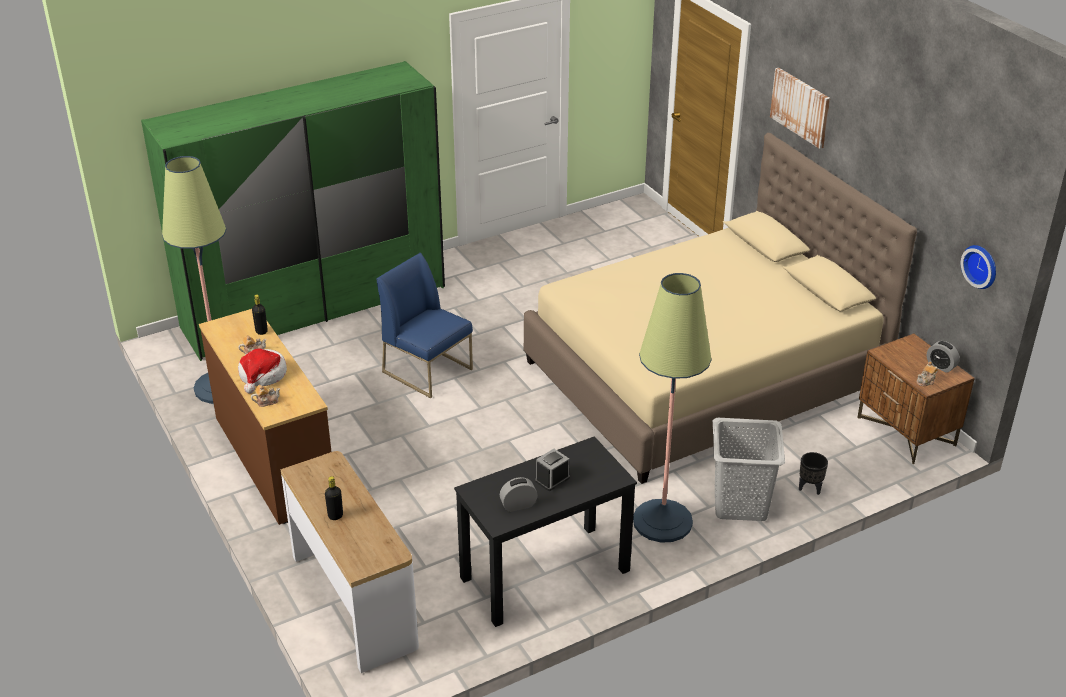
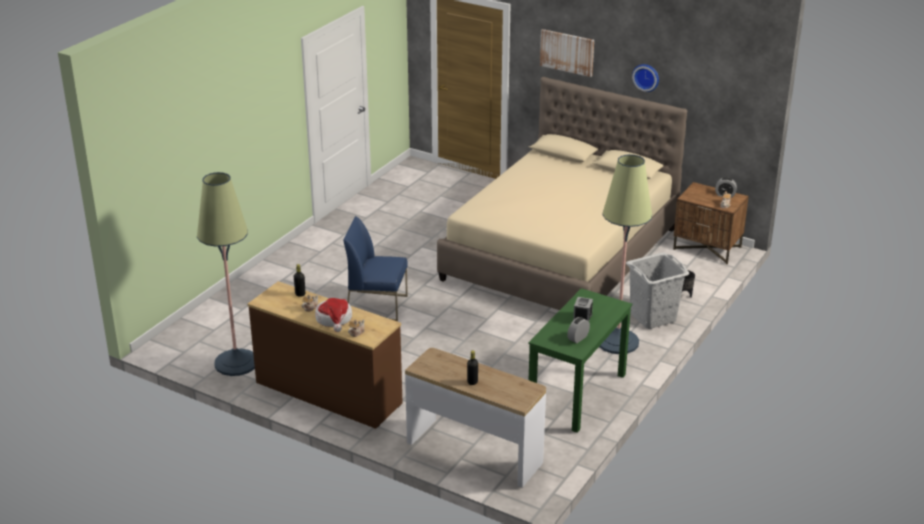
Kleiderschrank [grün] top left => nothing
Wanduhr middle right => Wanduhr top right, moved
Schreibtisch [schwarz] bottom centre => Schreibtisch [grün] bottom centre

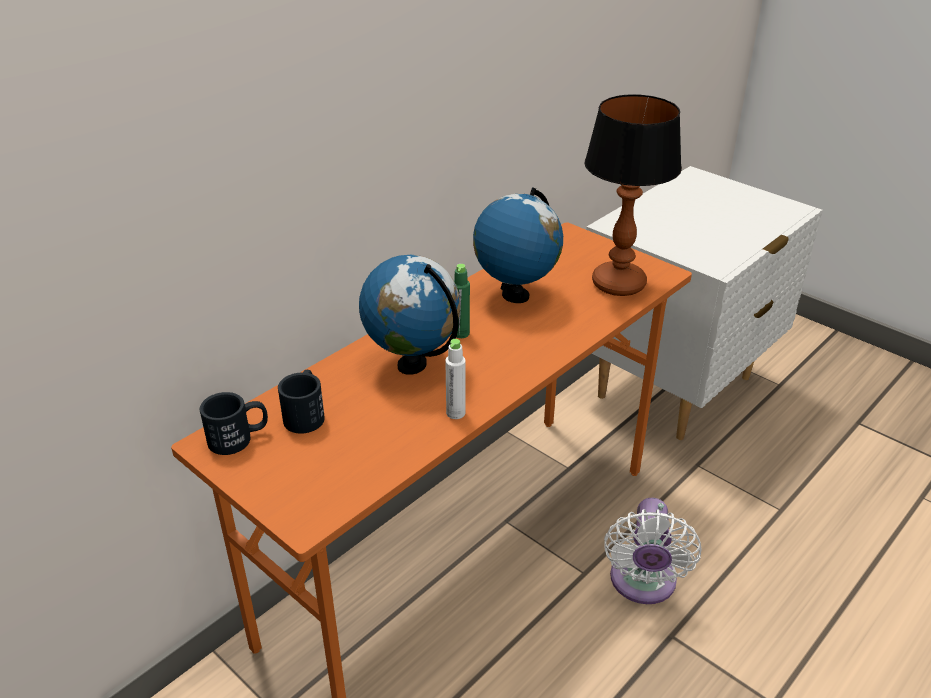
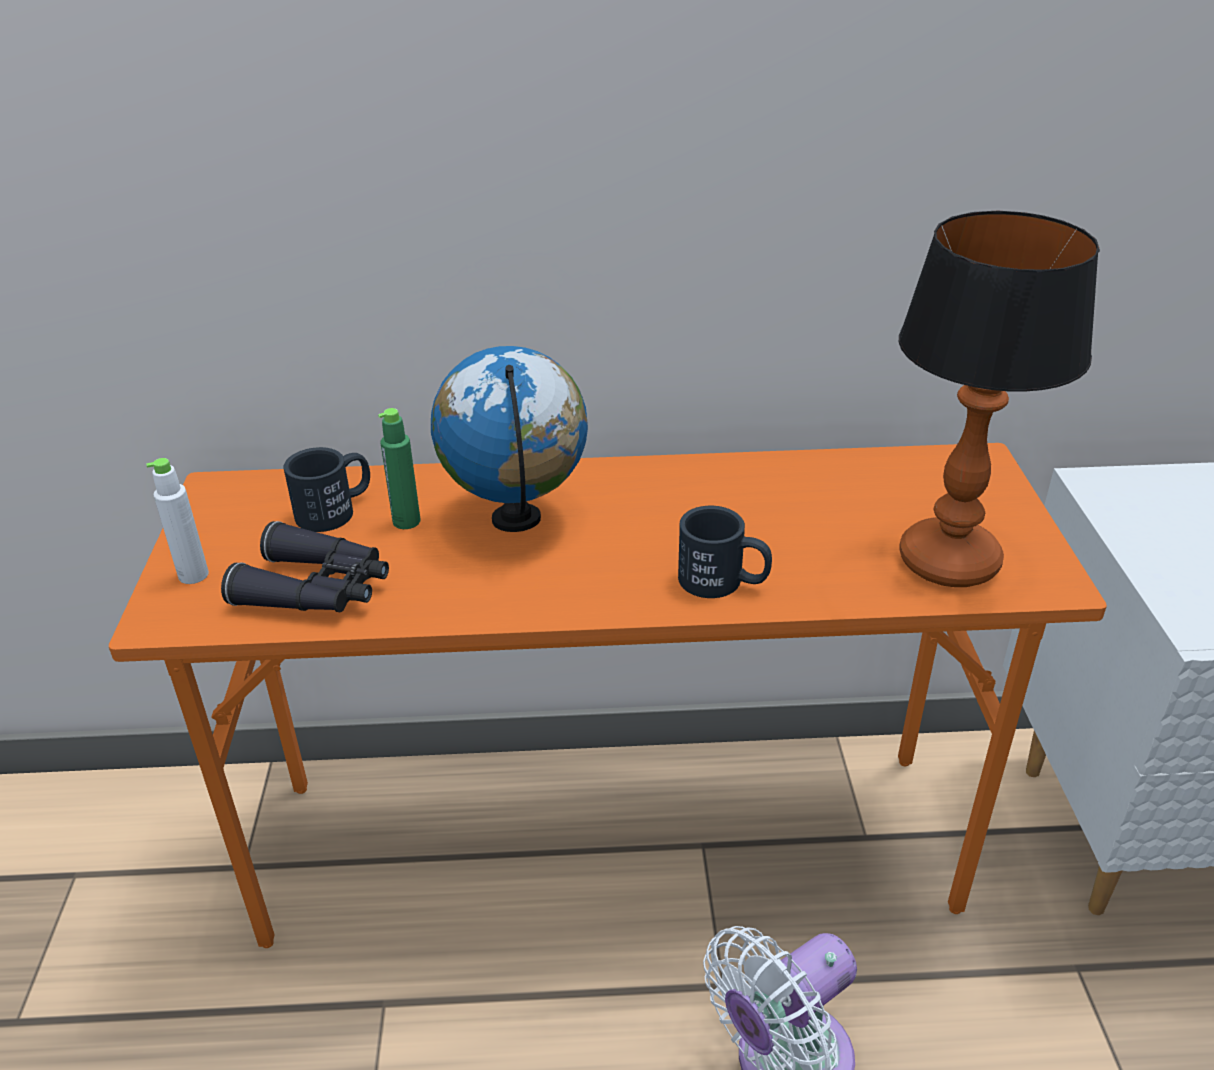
Globus (2nd from left) centre => nothing
nothing => Fernglas [schwarz] middle left
Henkelbecher [schwarz] (1st from left in the first image) middle left => Henkelbecher [schwarz] (2nd from left) centre, moved
Flasche [weiß] centre => Flasche [weiß] middle left, moved
Flasche [grün] centre => Flasche [grün] middle left, moved

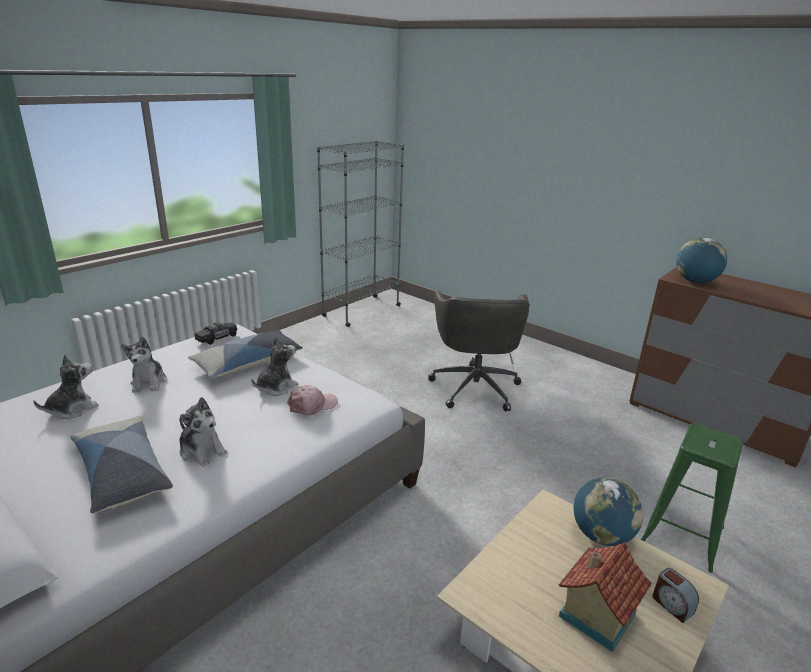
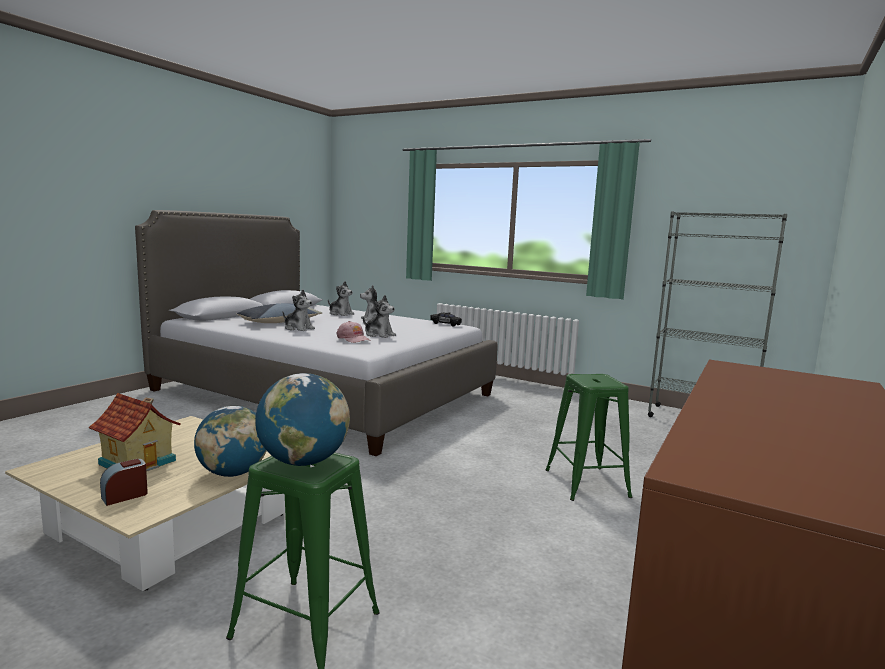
Kissen (2nd from left) middle left => nothing
Globus (2nd from left) middle right => Globus (2nd from left) centre, moved
Bürostuhl [grau] centre => Hocker [grün] (2nd from left) centre
Plüschtier (3rd from left in the first image) middle left => Plüschtier (1st from left) centre, 90 degrees counterclockwise

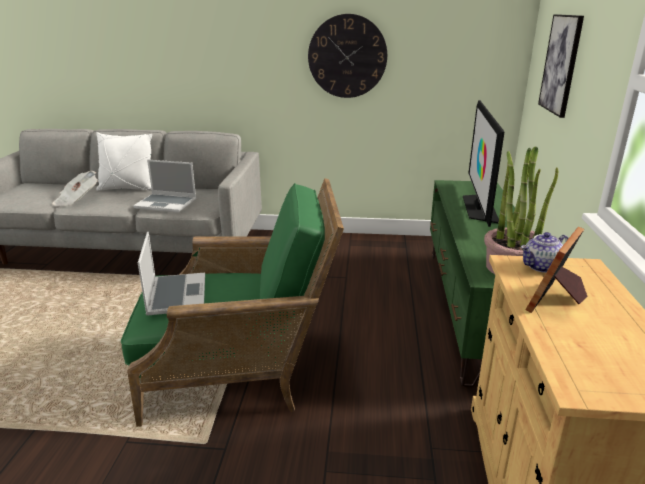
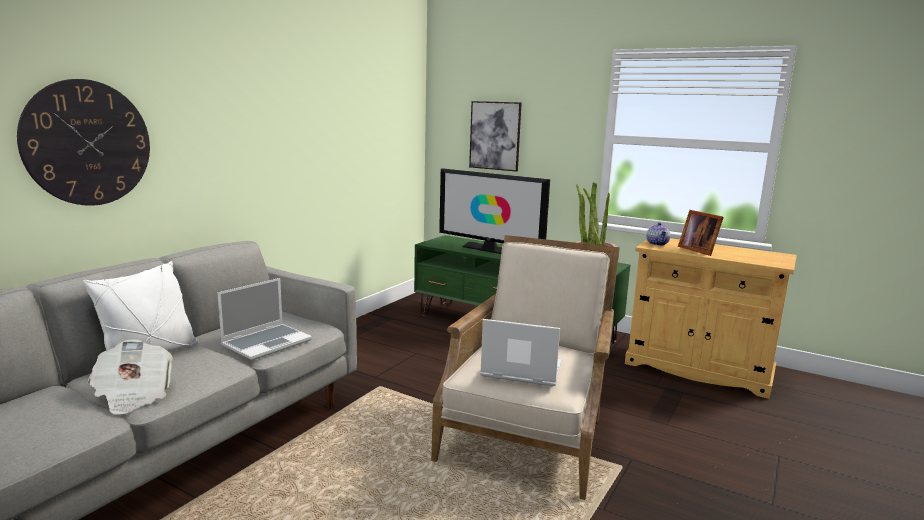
Wanduhr top centre => Wanduhr top left, moved
Sessel [grün] centre => Sessel [beige] bottom centre

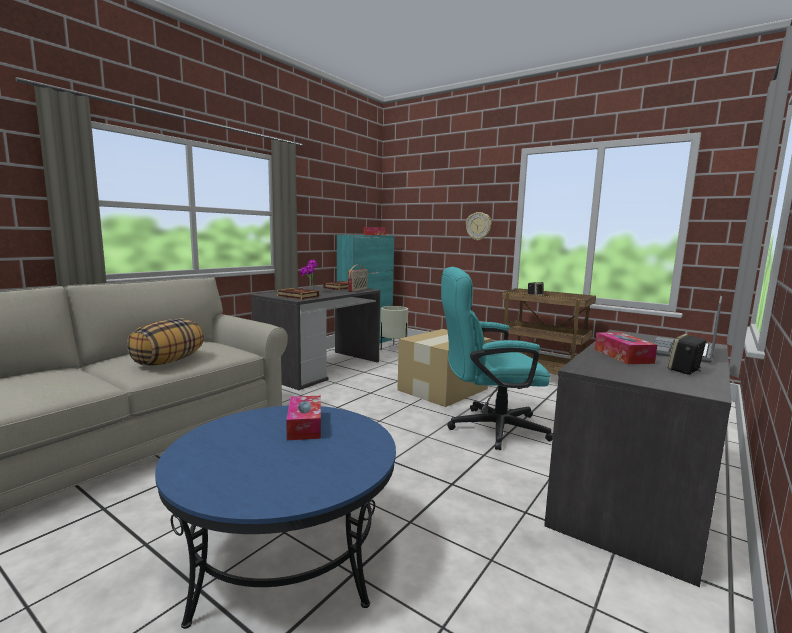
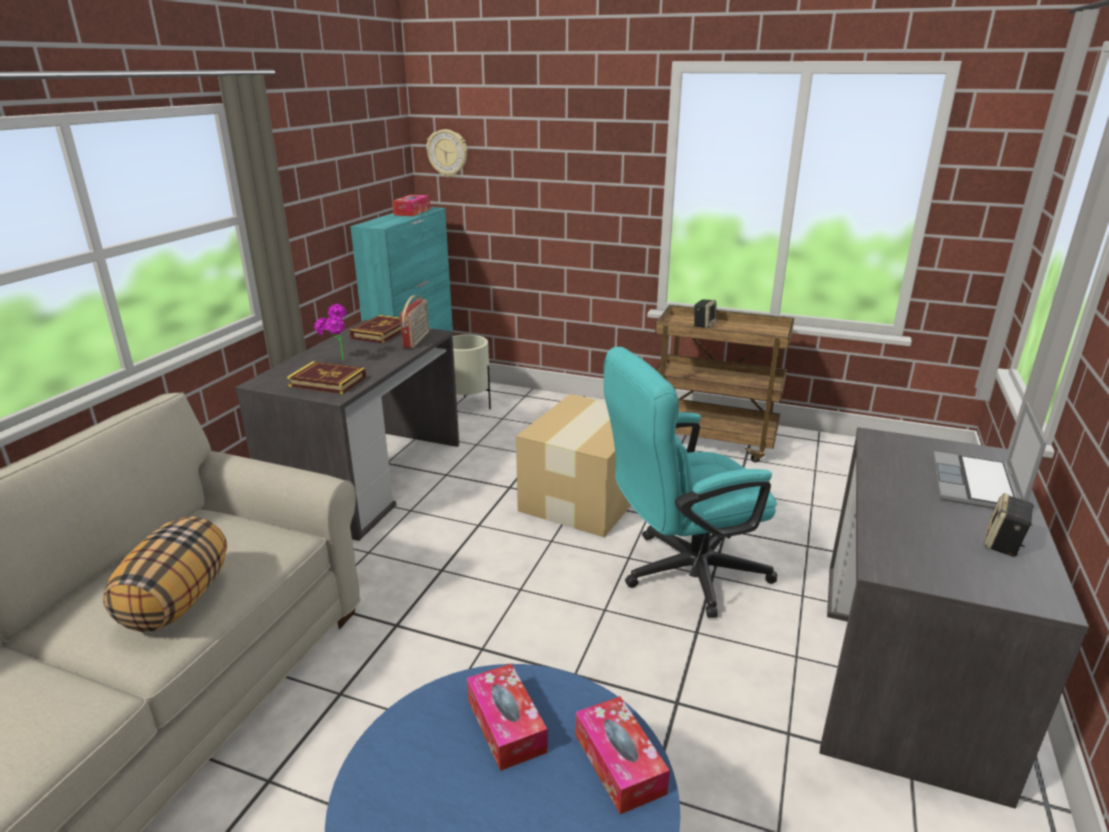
Wanduhr centre => Wanduhr top centre, moved
Taschentuchbox (3rd from left) middle right => Taschentuchbox (3rd from left) bottom centre, moved

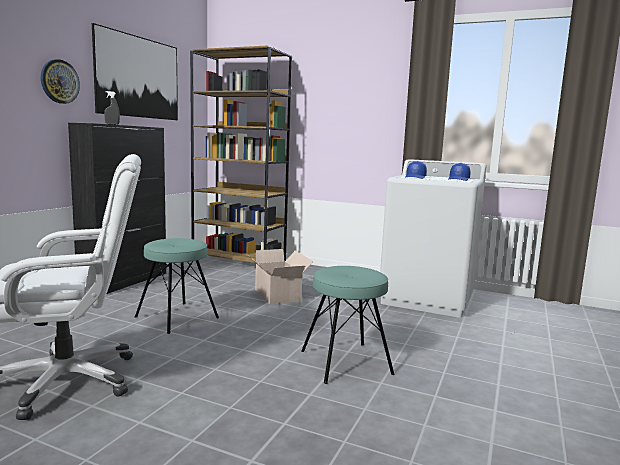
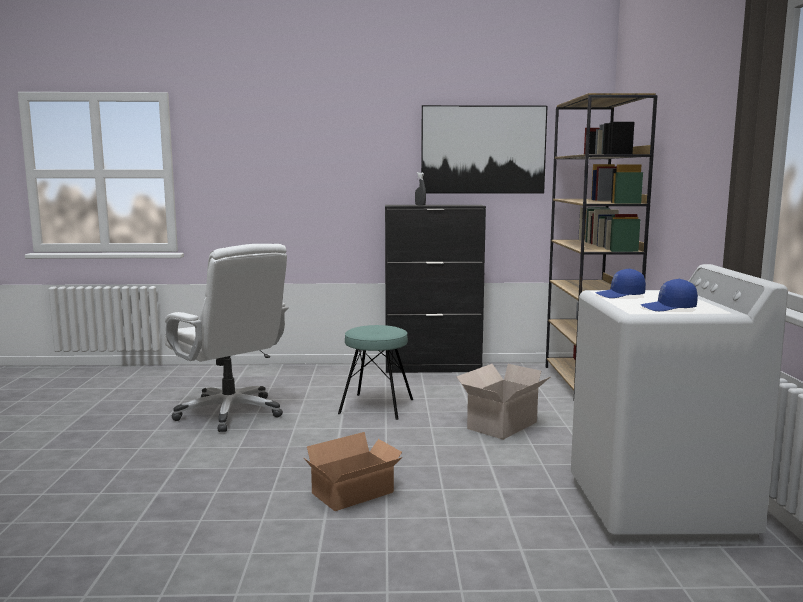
Wanduhr top left => nothing
Hocker [türkis] (2nd from left) bottom centre => Karton (1st from left) bottom centre

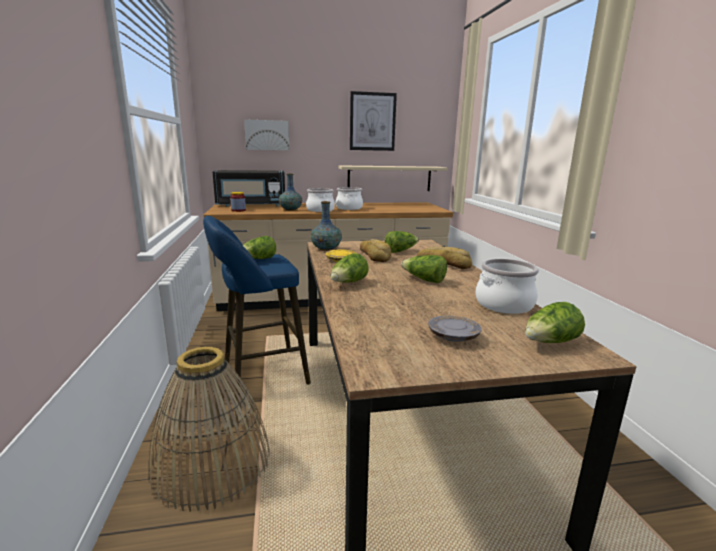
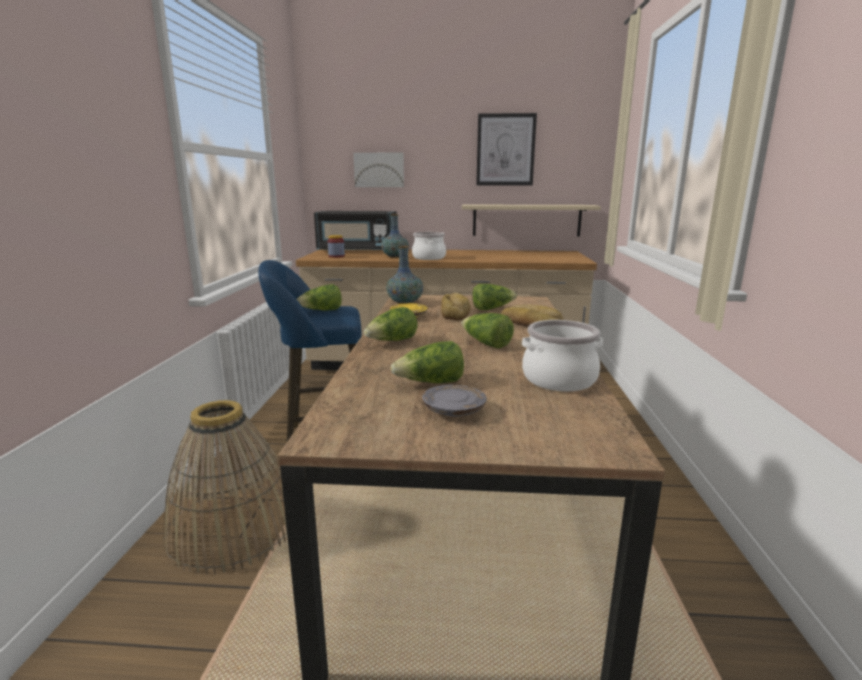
Kochtopf (2nd from left) centre => nothing
Salatkopf (5th from left in the first image) middle right => Salatkopf (3rd from left) centre, moved

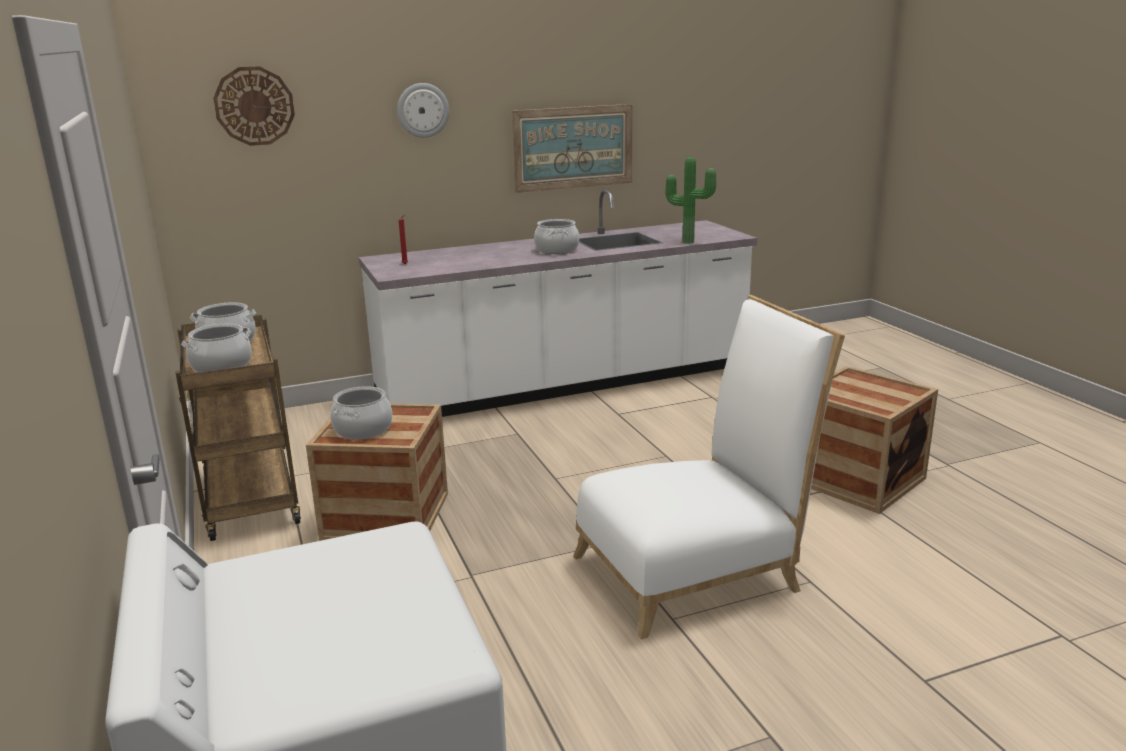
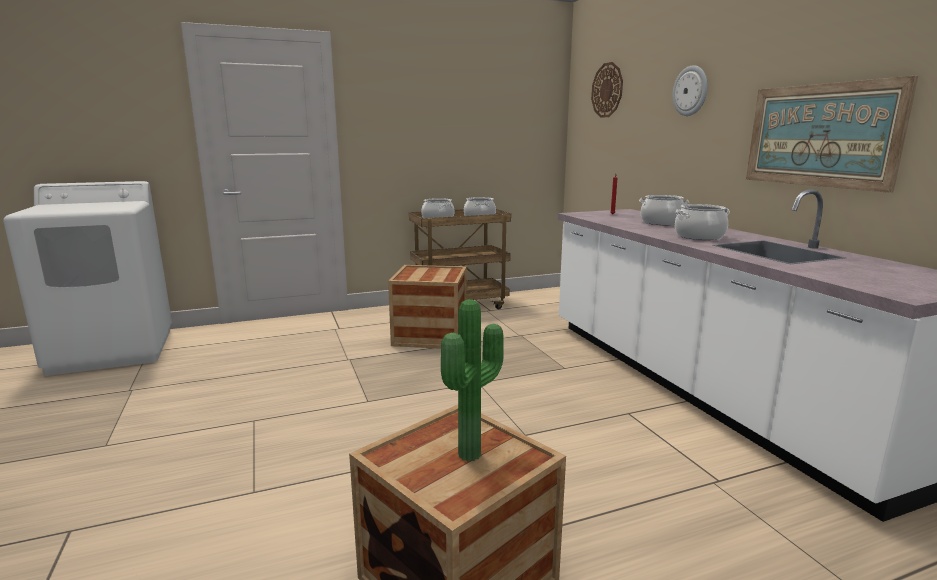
Stuhl [weiß] centre => nothing
Kochtopf (3rd from left) middle left => Kochtopf (3rd from left) middle right, moved
Topfpflanze top centre => Topfpflanze centre, moved

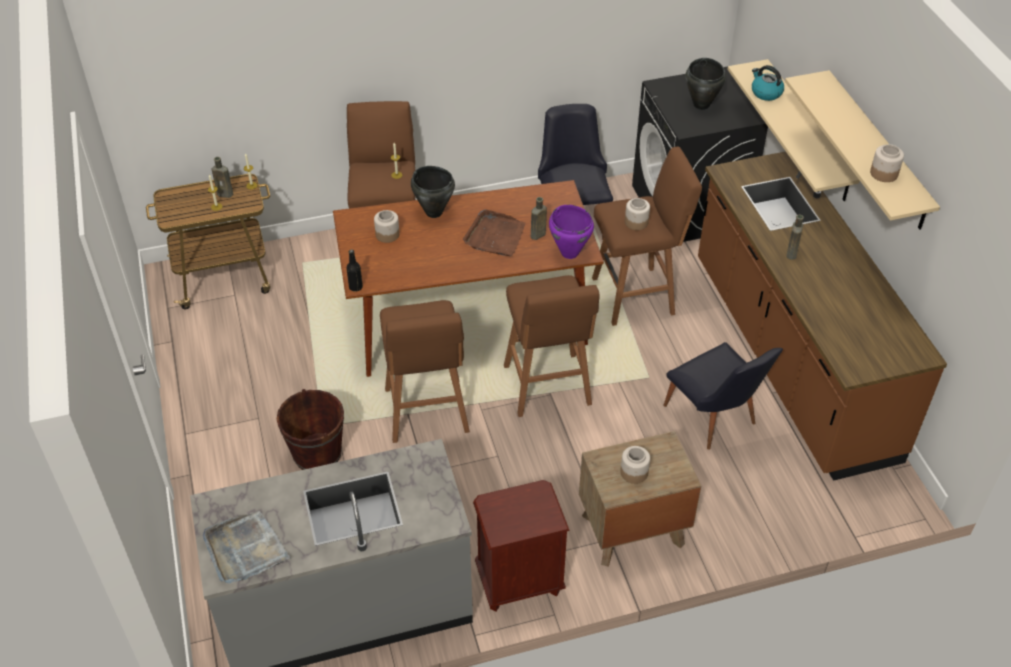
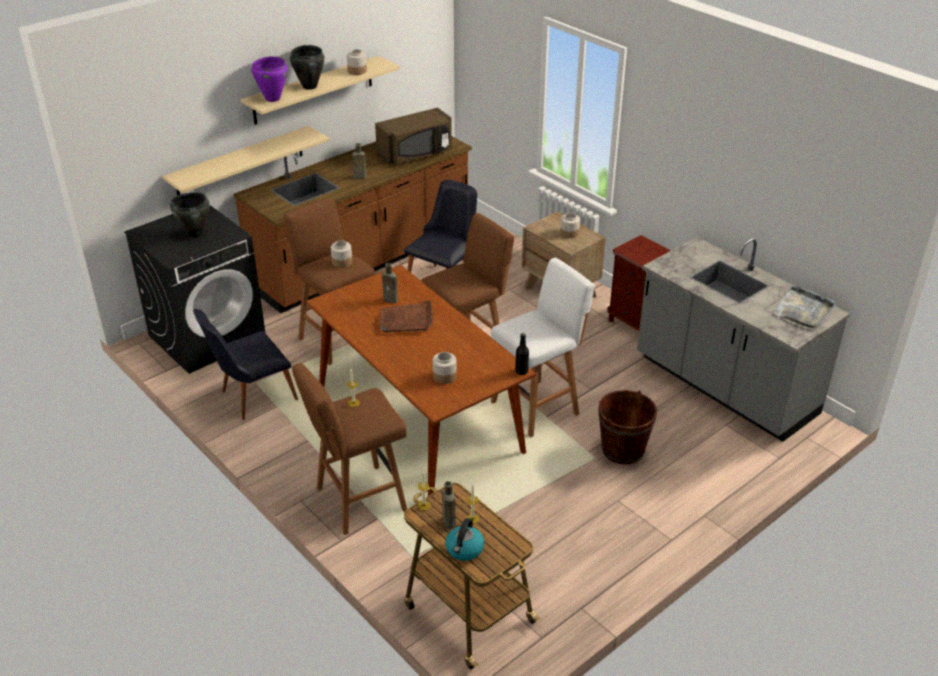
nothing => Mikrowelle [braun] top centre
Kochtopf [schwarz] (1st from left in the first image) top centre => Kochtopf [schwarz] (2nd from left) top left, moved
Kochtopf [lila] centre => Kochtopf [lila] top left, moved
Wasserkessel top right => Wasserkessel bottom centre, moved
Hocker [braun] (2nd from left) centre => Hocker [weiß] centre

